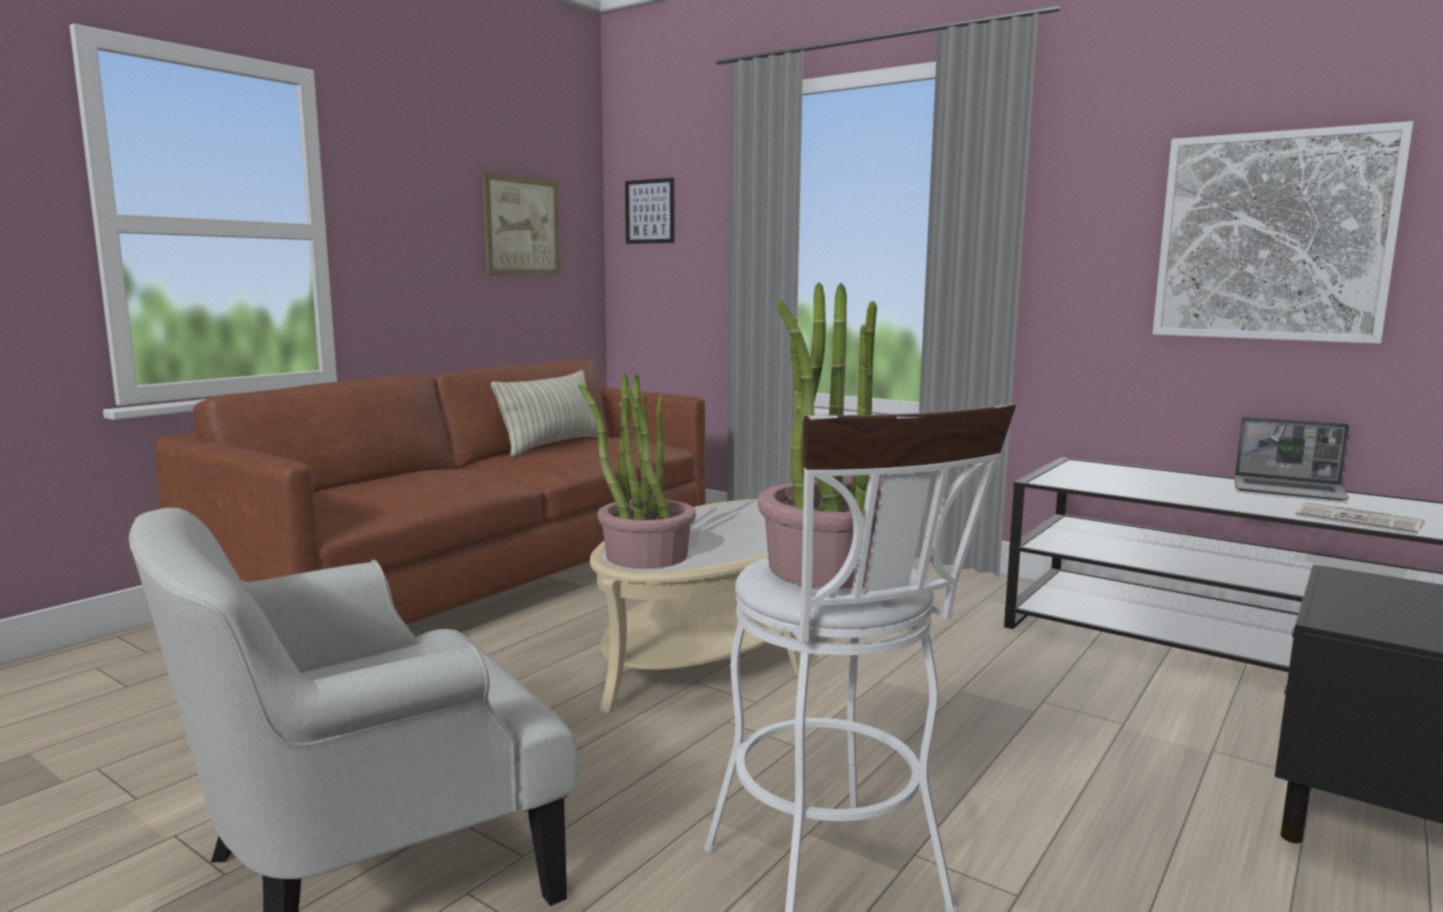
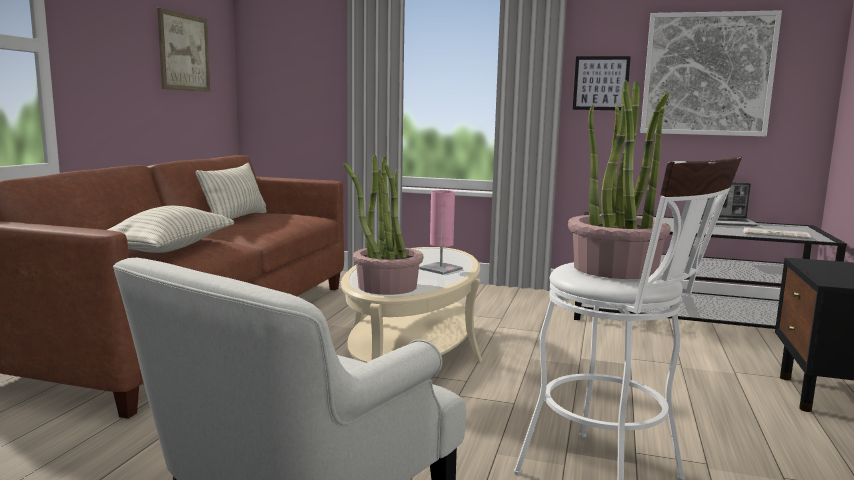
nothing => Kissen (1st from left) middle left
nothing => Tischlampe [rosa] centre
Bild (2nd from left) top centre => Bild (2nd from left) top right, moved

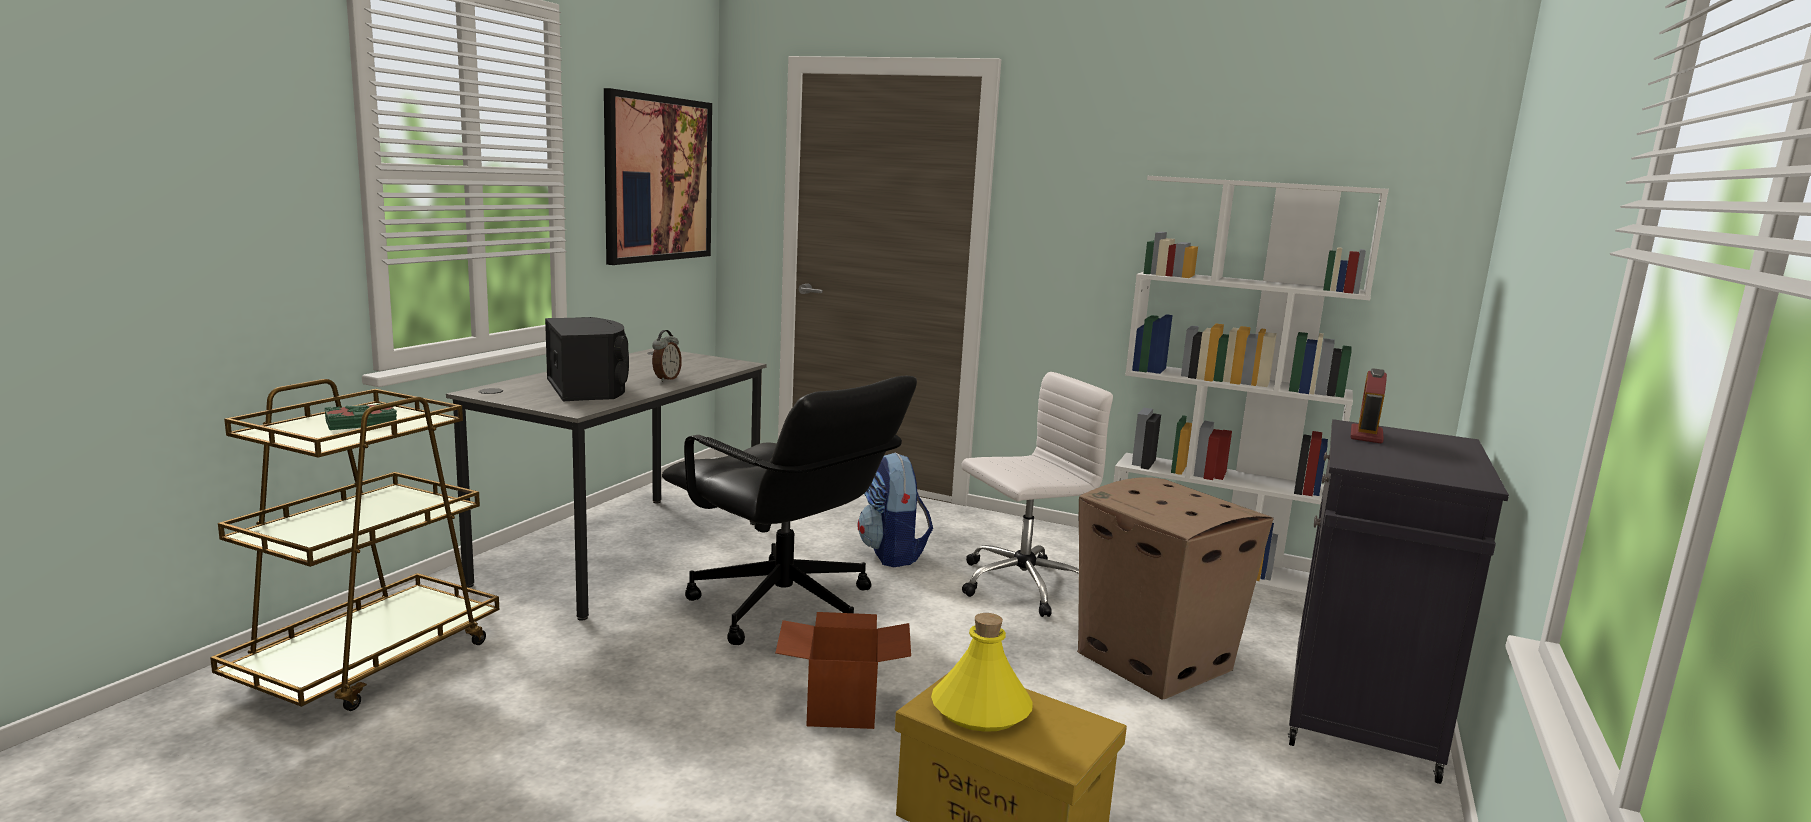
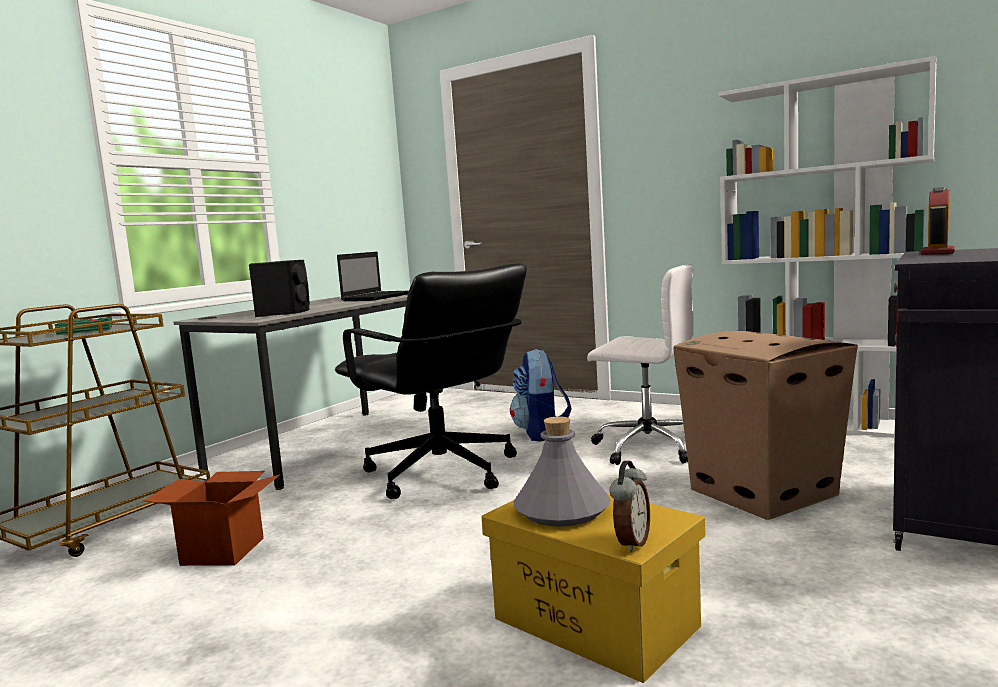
Bild top centre => nothing
nothing => Laptop centre
Wecker (1st from left) centre => Wecker (1st from left) bottom centre, moved
Karton (1st from left) bottom centre => Karton (1st from left) bottom left, moved
Flasche [gelb] bottom centre => Flasche [grau] bottom centre
Bürostuhl [weiß] centre, 45 degrees clockwise

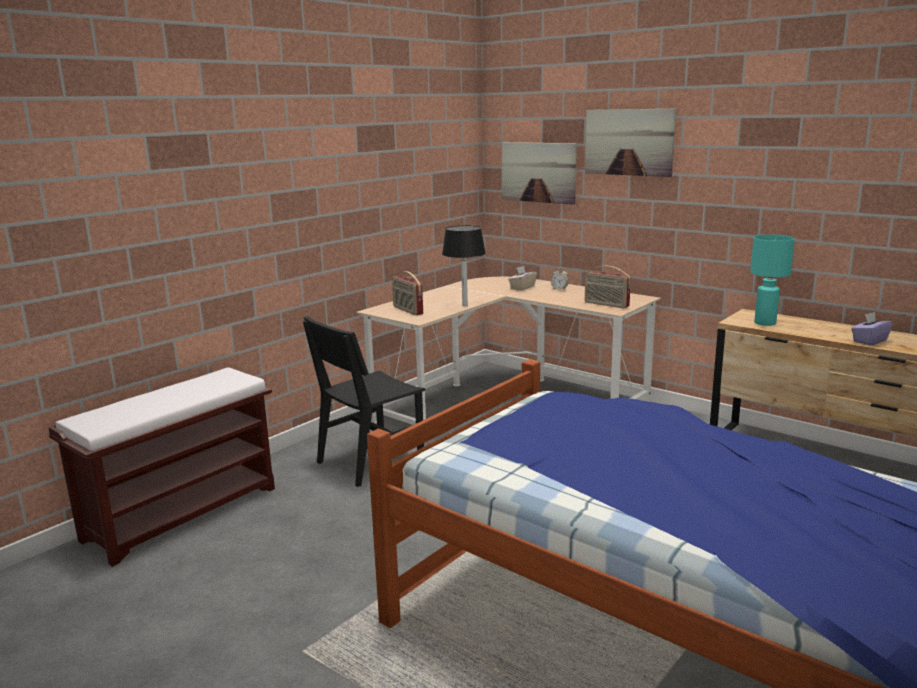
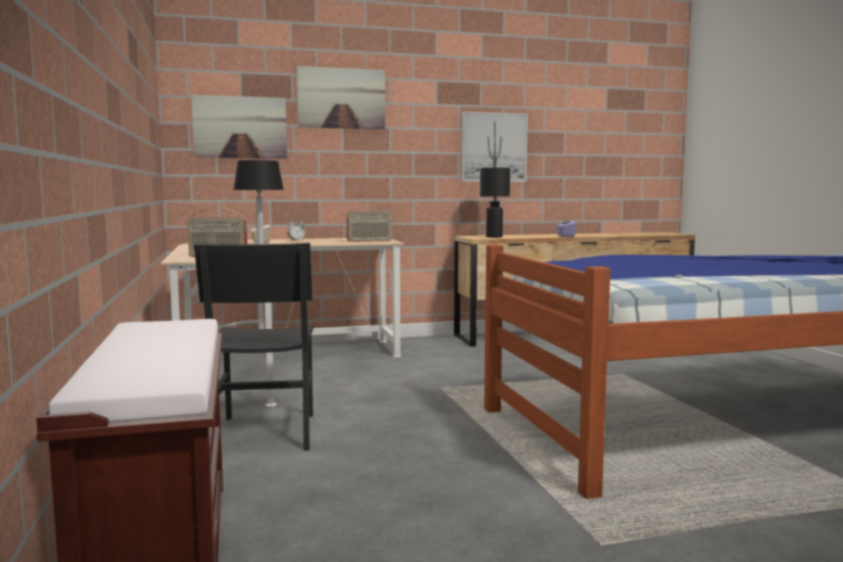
nothing => Bild (3rd from left) top centre
Tischlampe [türkis] middle right => Tischlampe [schwarz] (2nd from left) centre

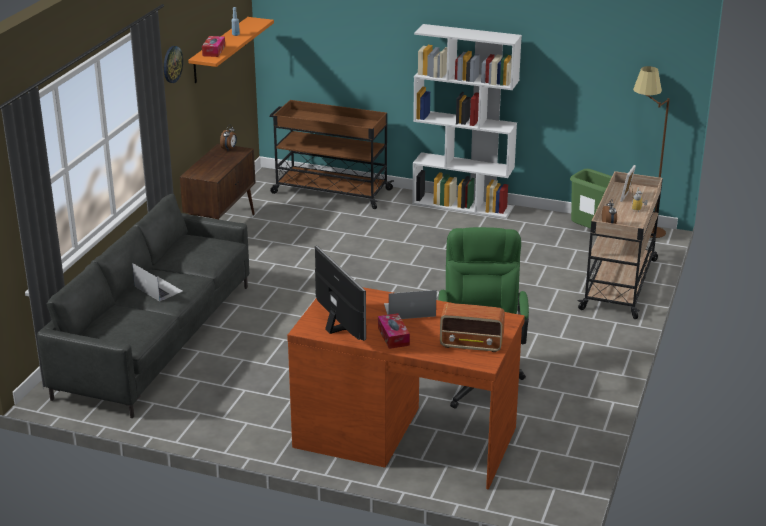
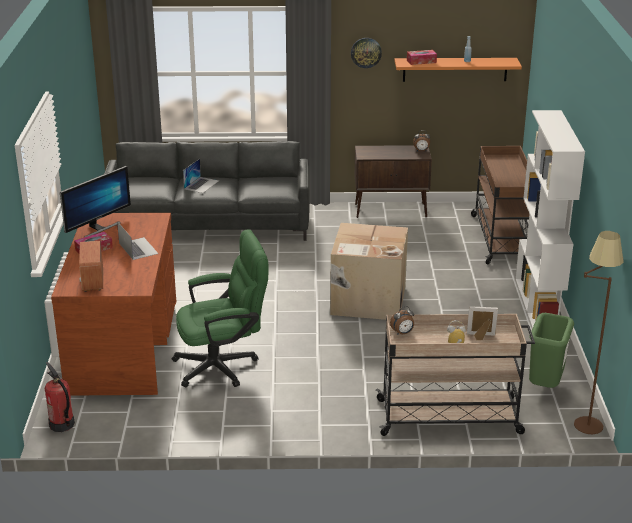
nothing => Feuerlöscher bottom left
nothing => Karton centre

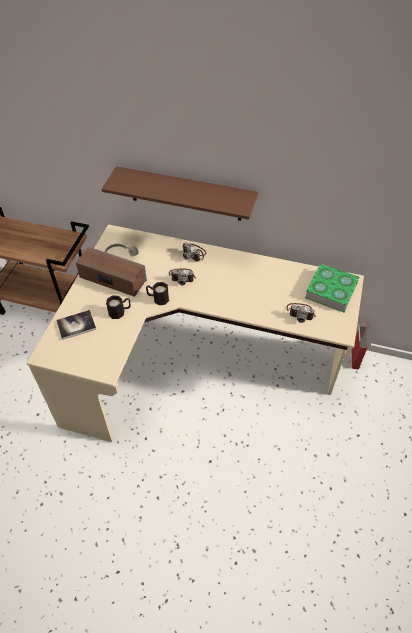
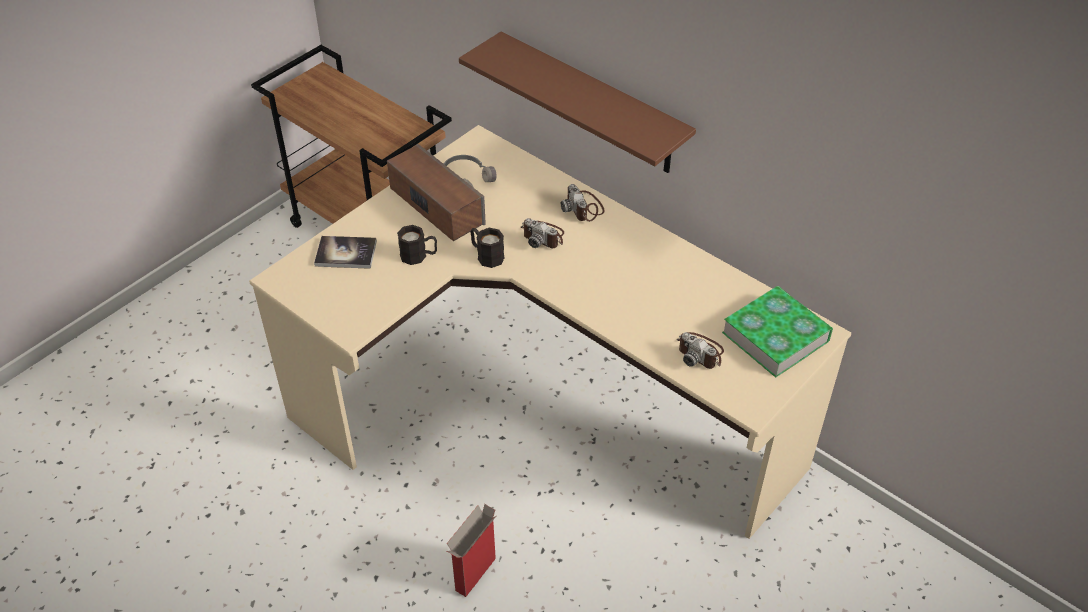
Karton middle right => Karton bottom centre, moved

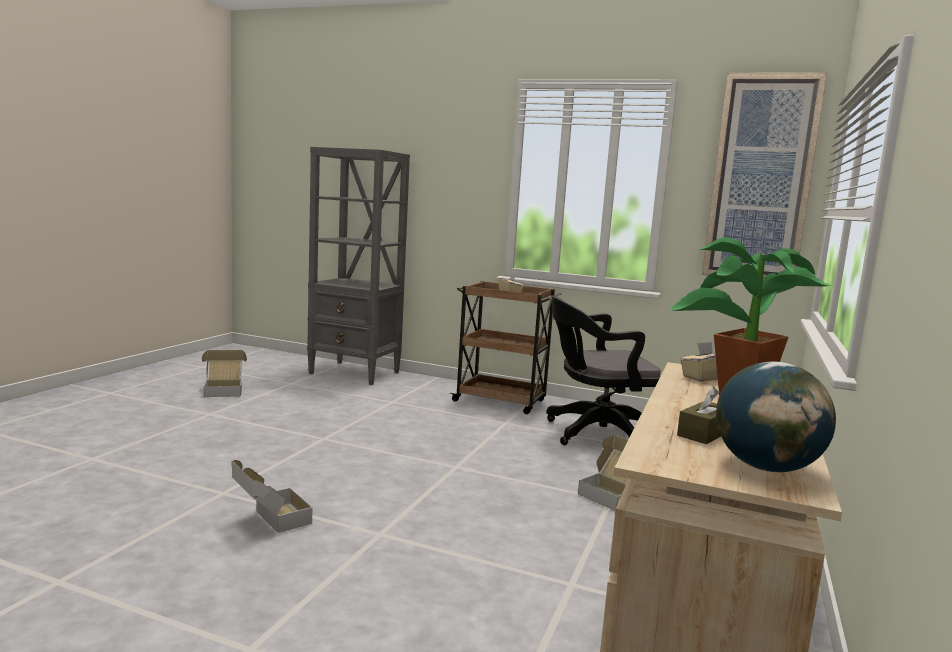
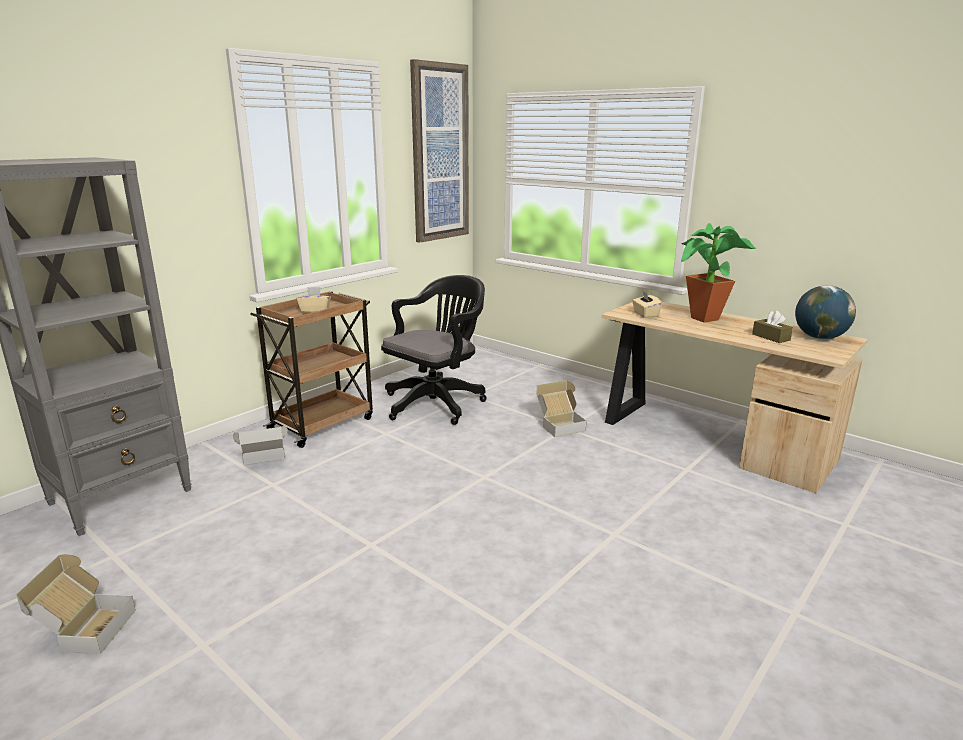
Karton (2nd from left) bottom left => Karton (2nd from left) middle left, moved
Bürostuhl [schwarz] centre, 150 degrees counterclockwise

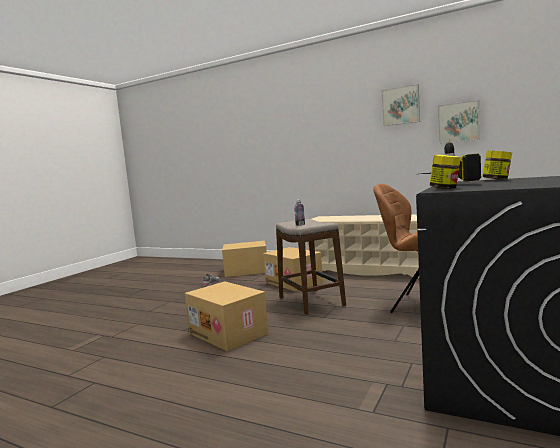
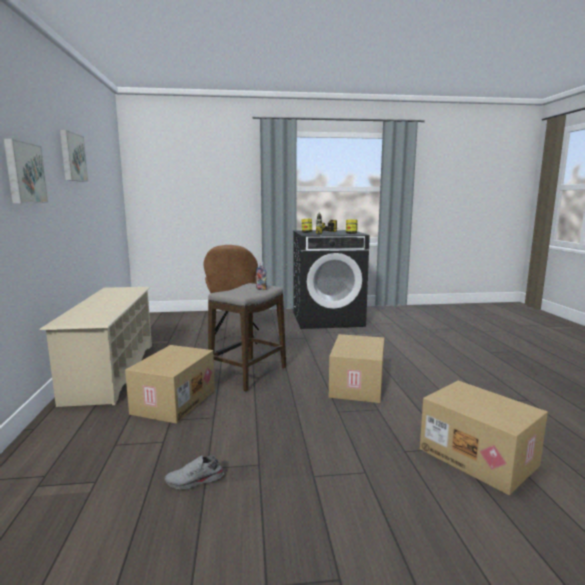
Karton (2nd from left in the first image) centre => Karton (3rd from left) bottom right, moved
Bild (2nd from left in the first image) top right => Bild (1st from left) top left, moved

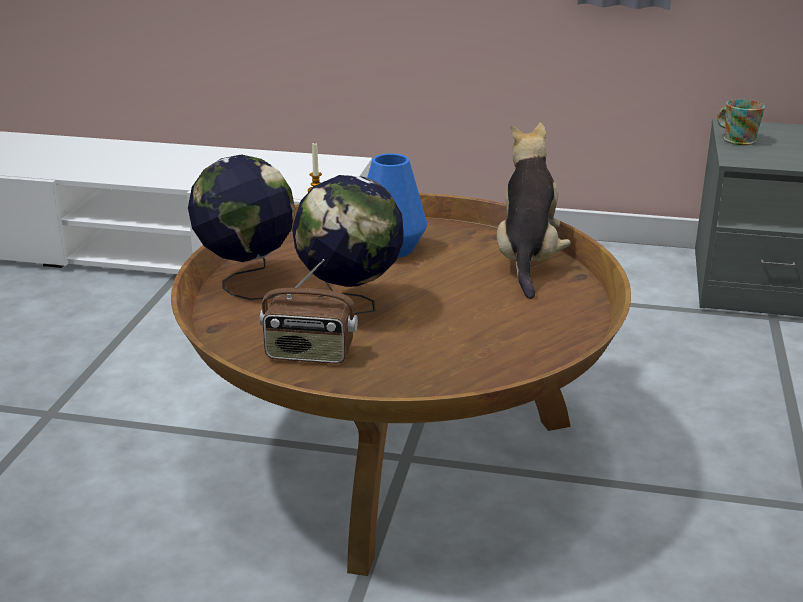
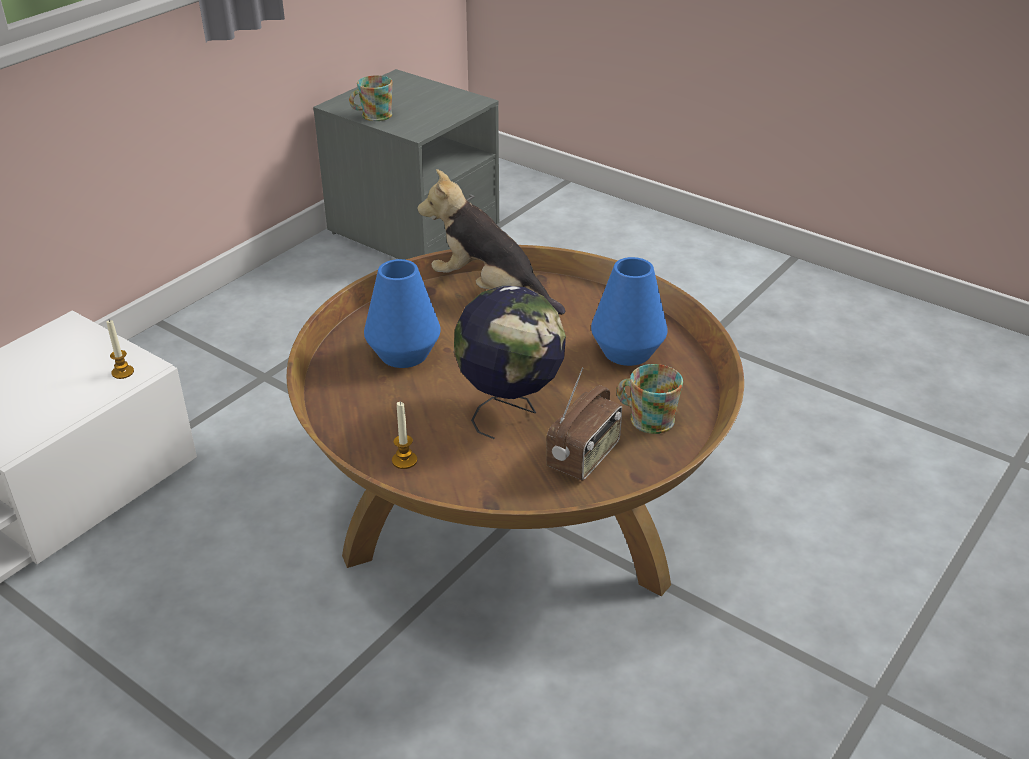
nothing => Vase [blau] (2nd from left) centre
nothing => Henkelbecher (2nd from left) centre
Globus (1st from left) middle left => Kerze (2nd from left) centre

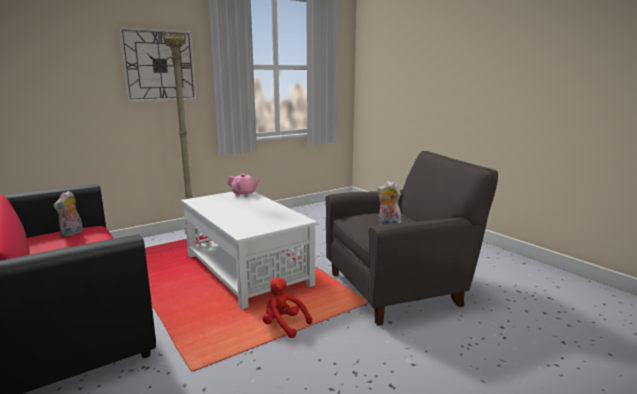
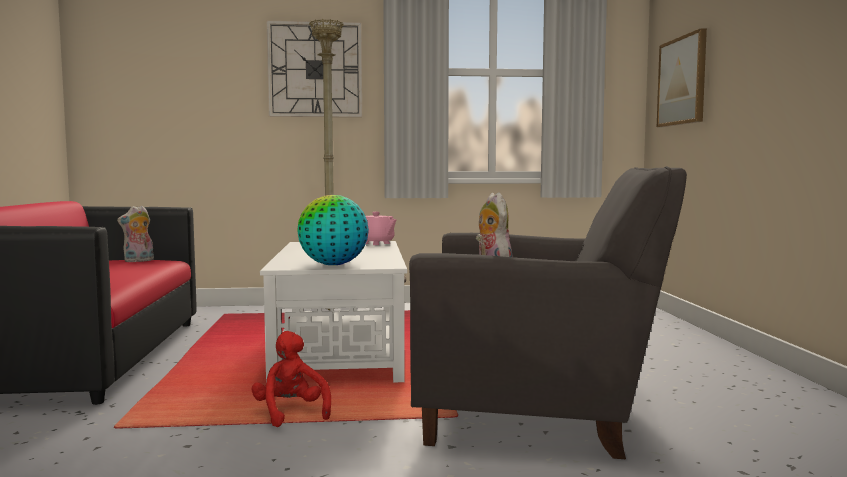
nothing => Globus centre
nothing => Bild top right

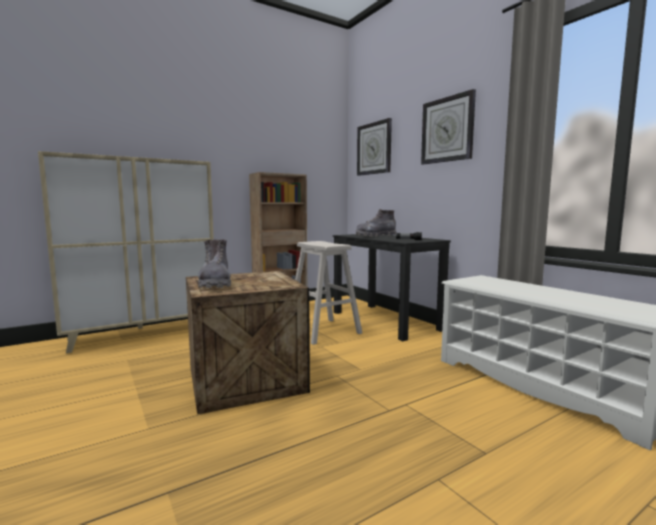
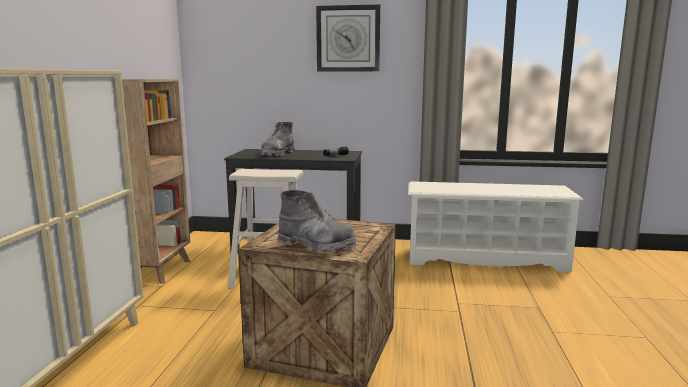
Wanduhr (1st from left) top centre => nothing

